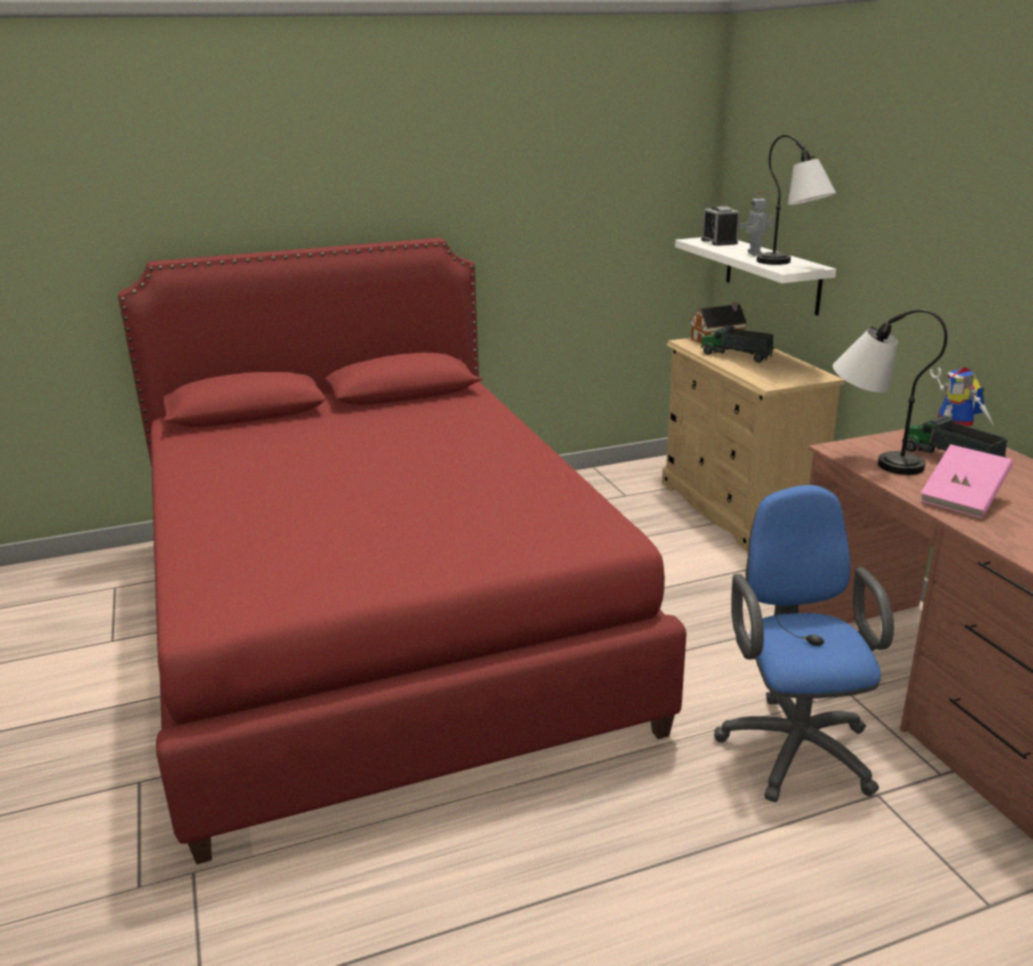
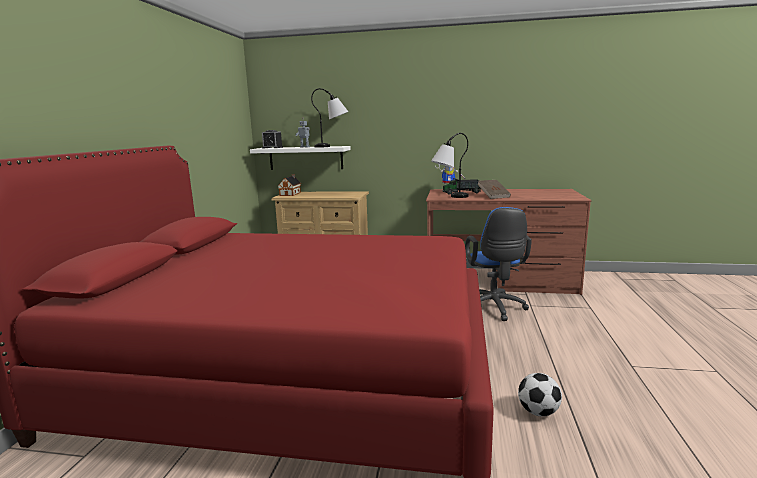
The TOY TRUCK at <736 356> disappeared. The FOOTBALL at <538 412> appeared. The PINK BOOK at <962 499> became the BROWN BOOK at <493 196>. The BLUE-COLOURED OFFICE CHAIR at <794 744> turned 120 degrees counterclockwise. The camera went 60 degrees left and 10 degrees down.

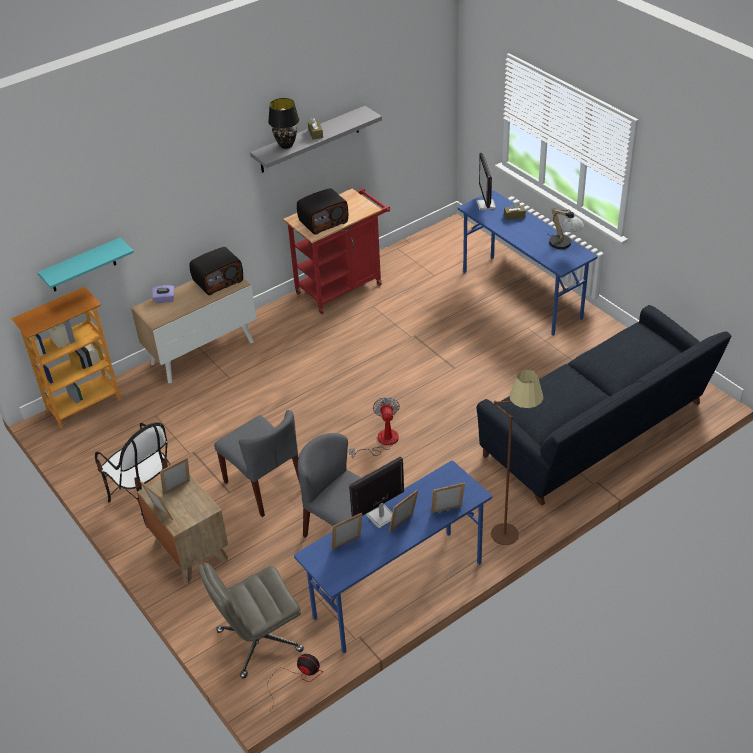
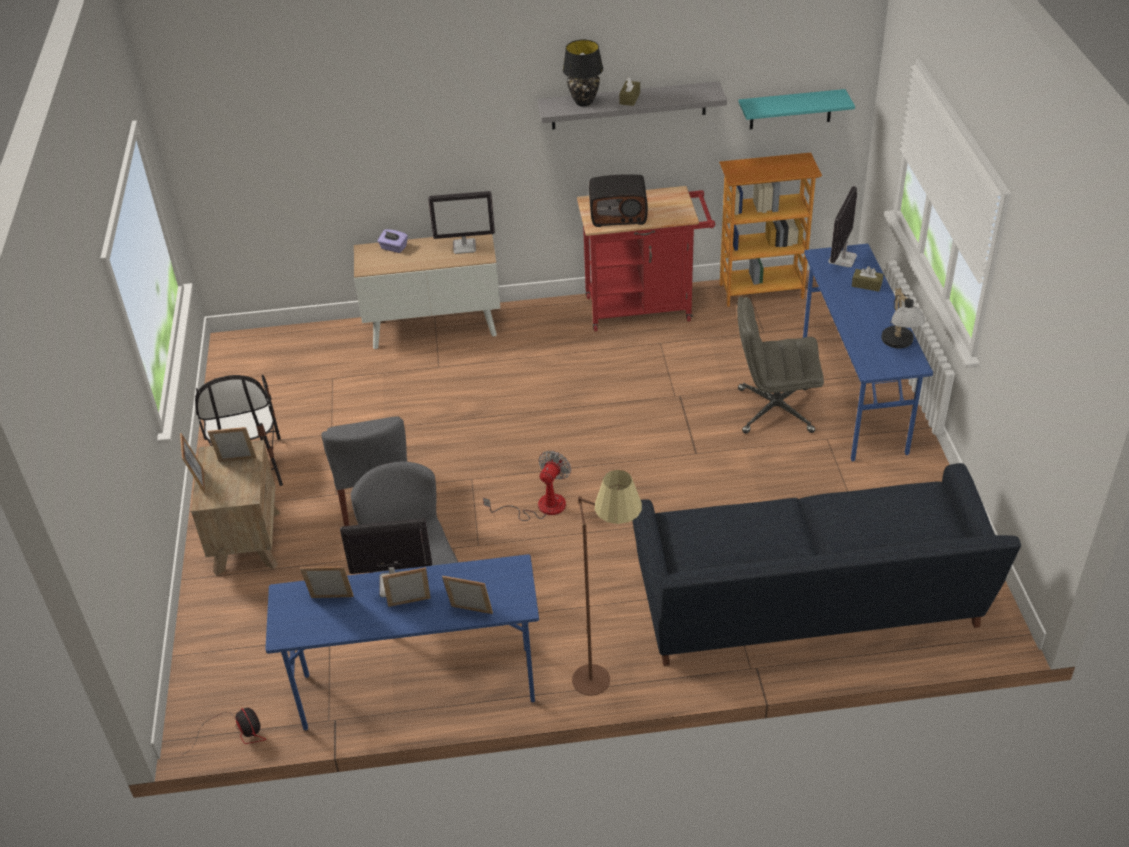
The BOOKCASE moved from <84 405> to <761 290>. The TURQUOISE SHELF moved from <82 266> to <790 109>. The GRAY OFFICE CHAIR moved from <258 641> to <774 410>. The RADIO RECEIVER at <218 281> was replaced by the COMPUTER SCREEN at <465 246>. The camera went 30 degrees right and 0 degrees up.

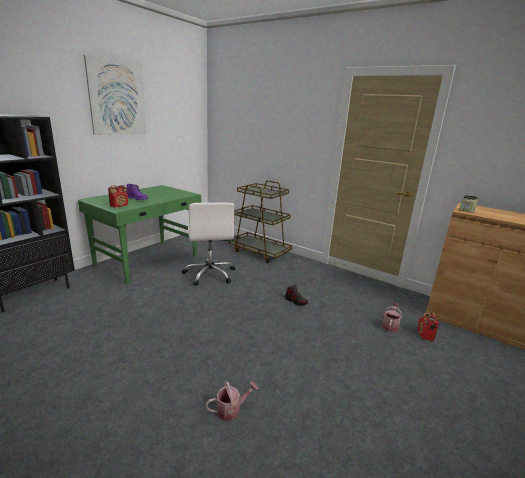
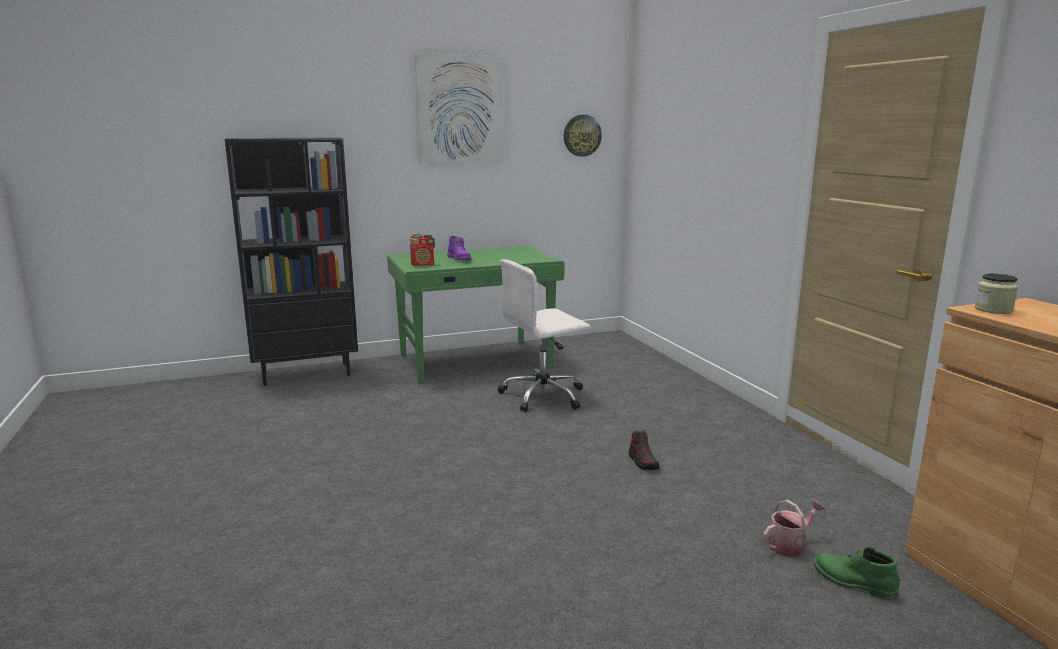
The WATERING CAN at <231 409> disappeared. The BROWN CART at <259 252> disappeared. The HANGING CLOCK at <582 135> appeared. The RADIO RECEIVER at <425 335> was replaced by the GREEN-COLOURED HIGH-TOP BOOT at <853 583>. The WHITE-COLOURED OFFICE CHAIR at <210 274> turned 45 degrees clockwise. The camera went 35 degrees right and 5 degrees down.

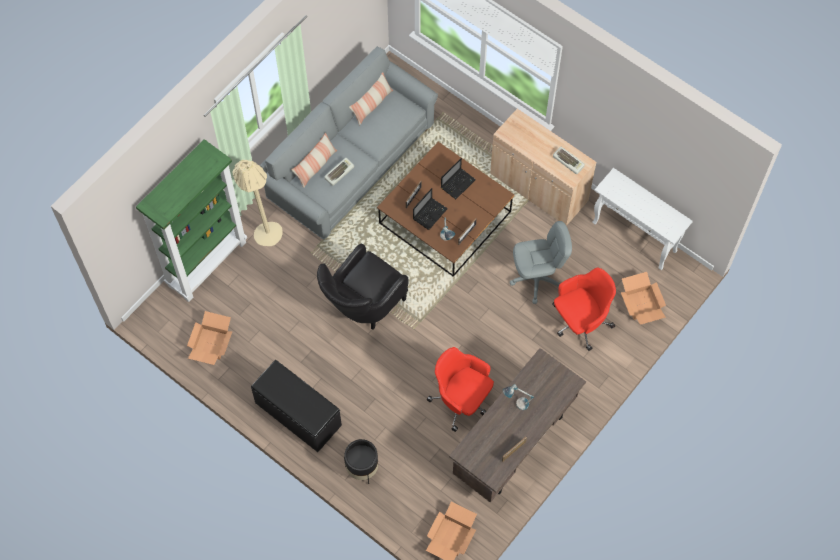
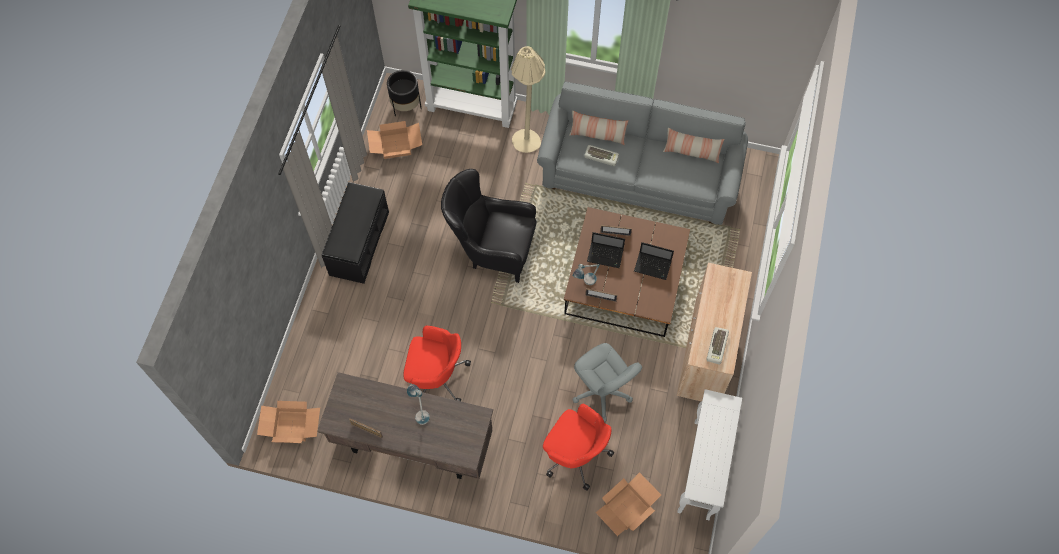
The BLACK PLANTER moved from <362 469> to <406 106>. The RED OFFICE CHAIR at <461 400> turned 90 degrees clockwise. The camera went 65 degrees right and 0 degrees up.

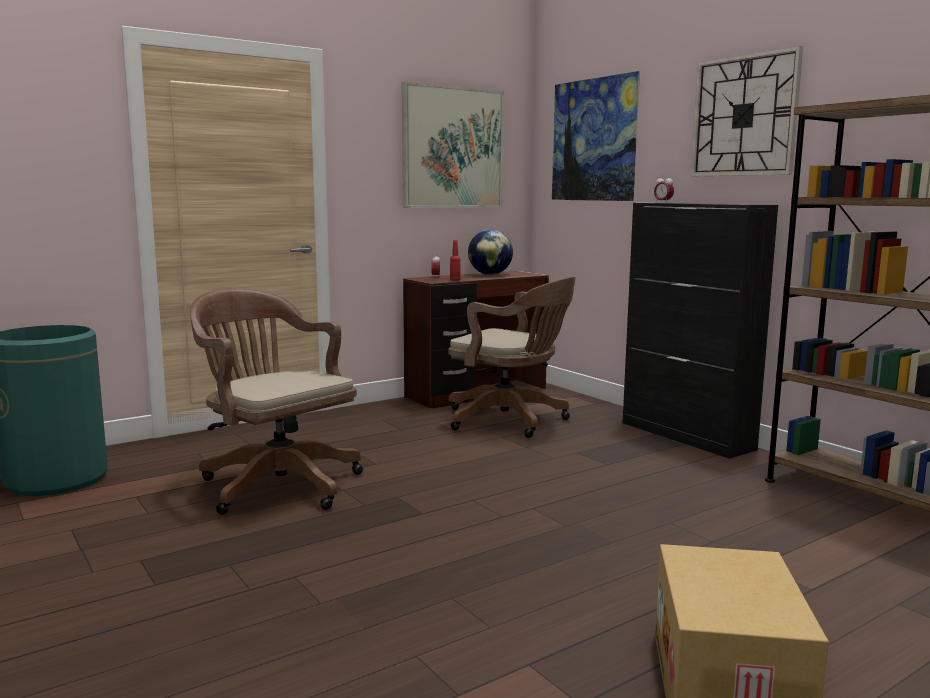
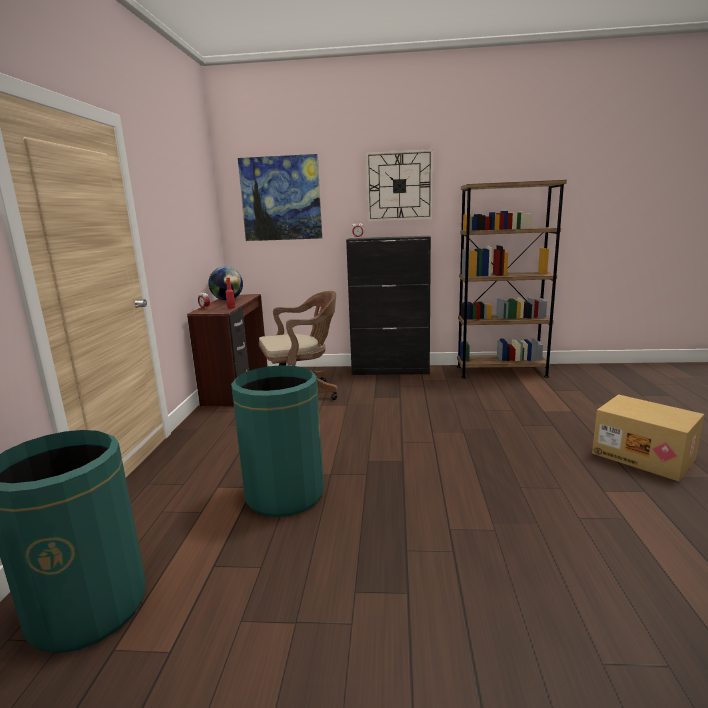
The PICTURE at <453 148> disappeared. The BROWN OFFICE CHAIR at <276 483> was replaced by the GREEN-COLOURED TRASH CAN at <284 494>. The camera went 50 degrees left and 5 degrees up.

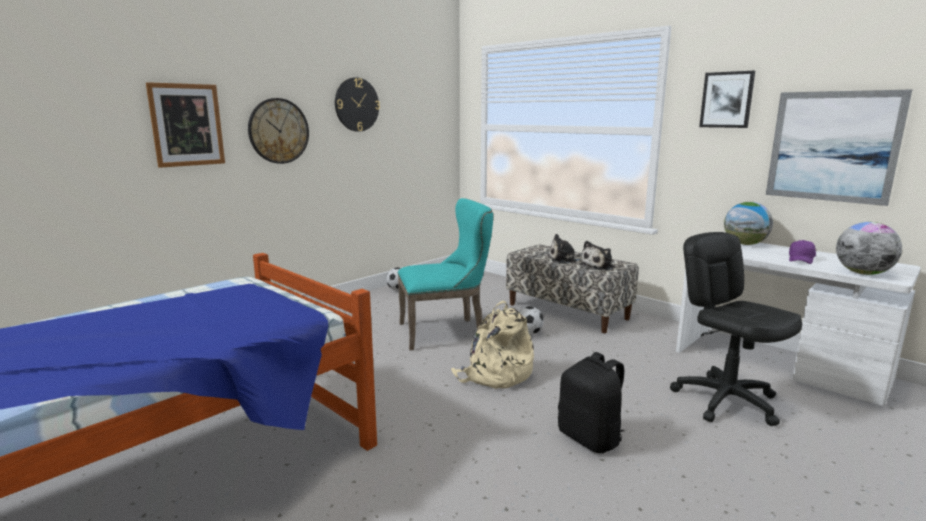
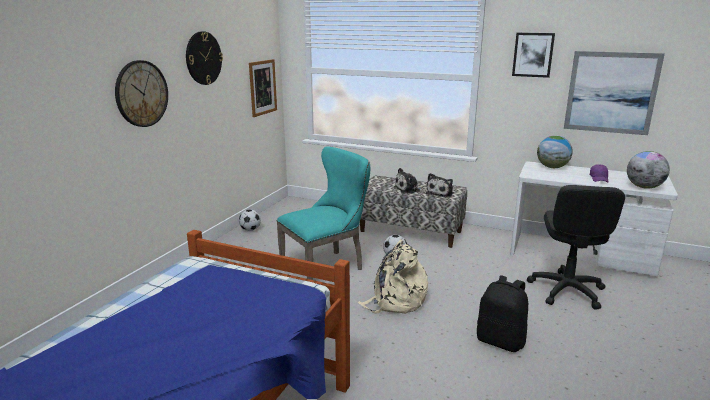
The PICTURE moved from <187 125> to <262 87>. The BLACK OFFICE CHAIR at <726 400> turned 120 degrees counterclockwise. The camera went 20 degrees left and 5 degrees up.

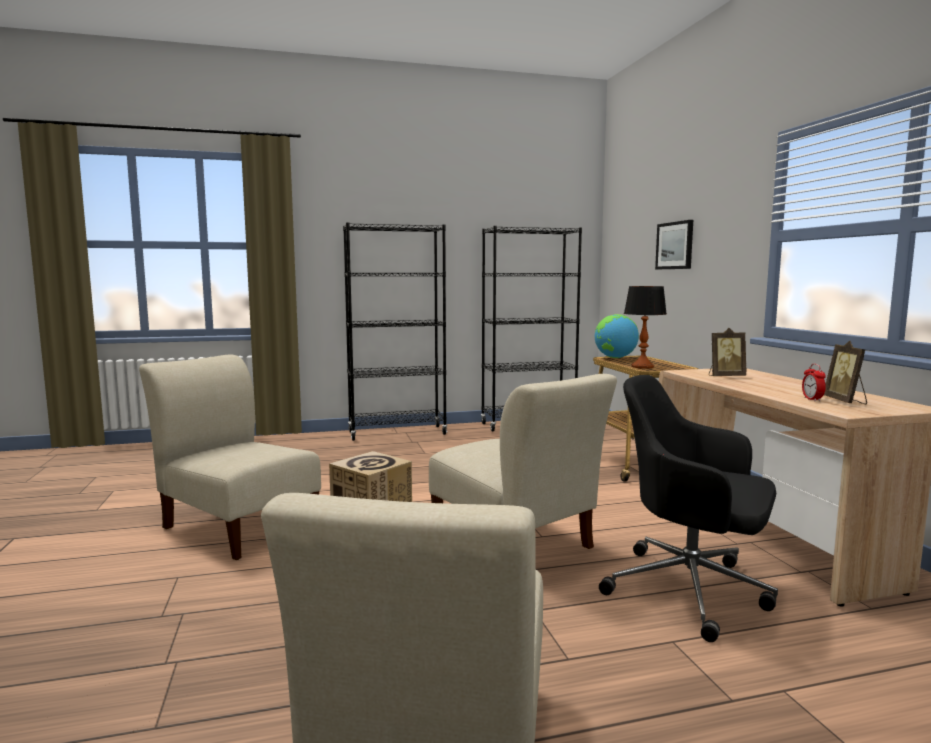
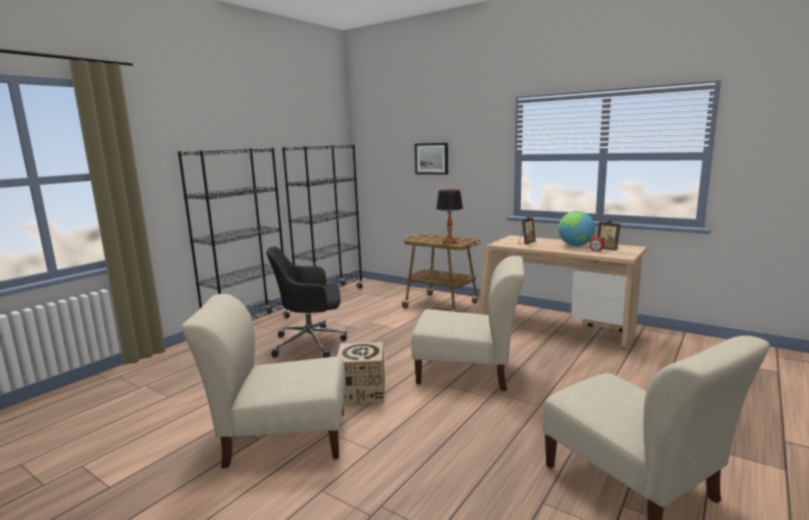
The GLOBE moved from <615 358> to <575 246>. The BLACK OFFICE CHAIR moved from <691 590> to <311 343>. The camera went 40 degrees left and 5 degrees up.

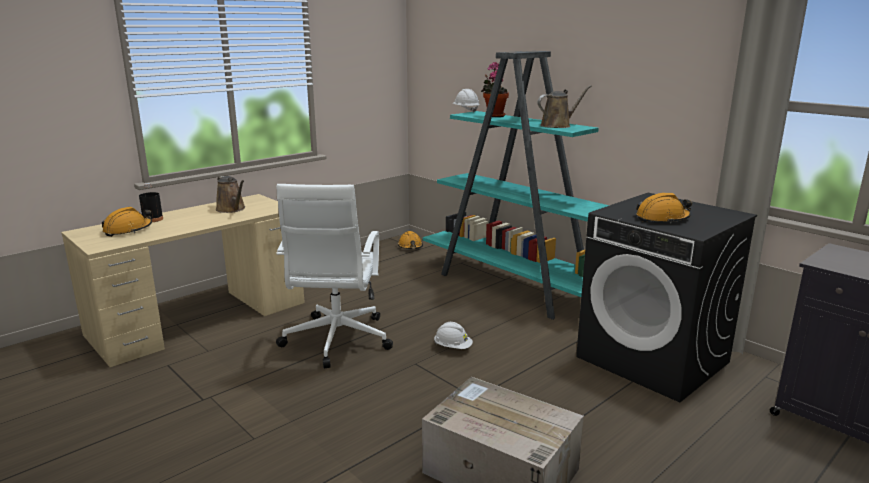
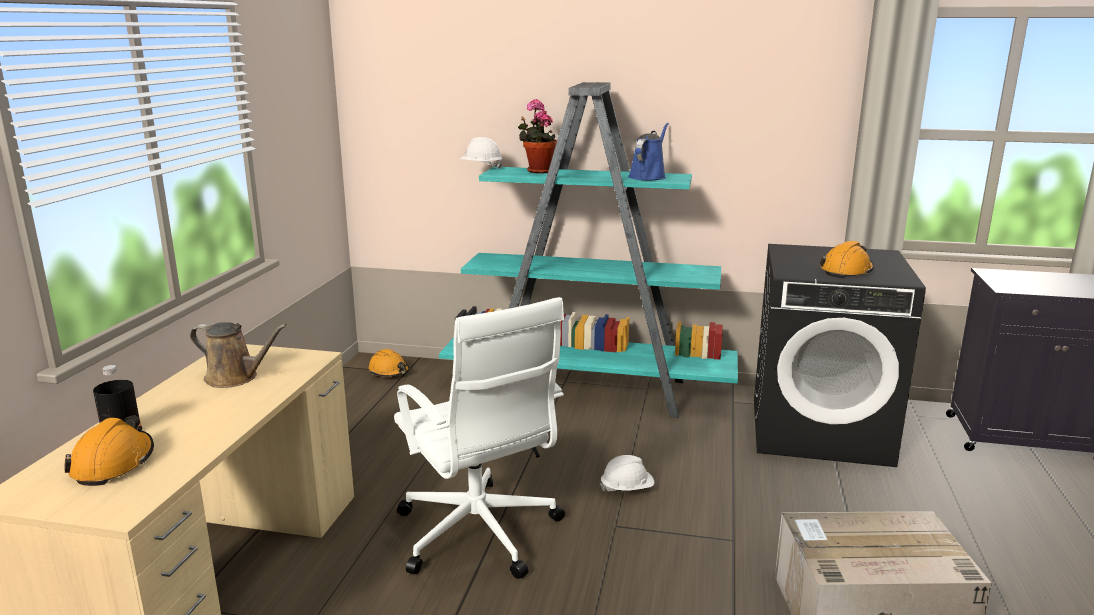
The BROWN WATERING CAN at <558 125> became the BLUE-COLOURED WATERING CAN at <648 176>. The camera went 35 degrees left and 0 degrees up.

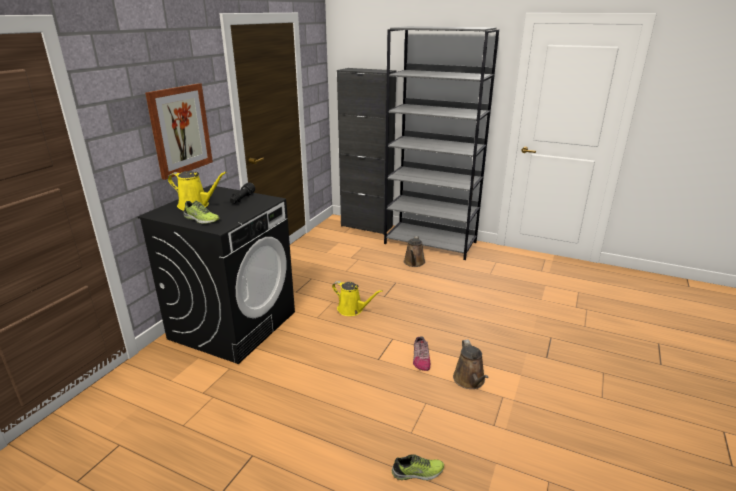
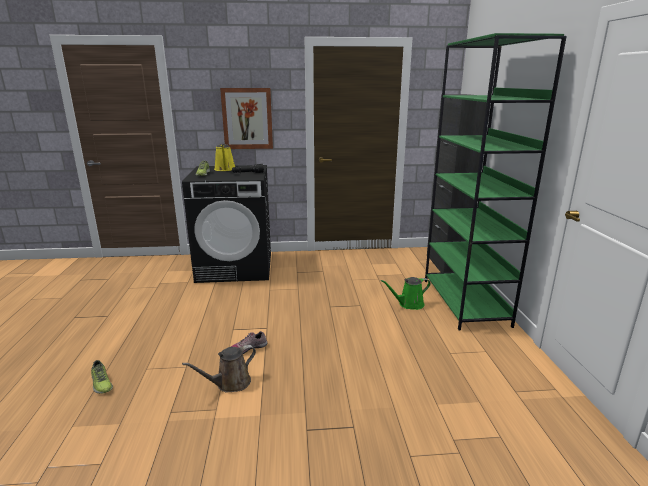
The YELLOW WATERING CAN at <352 309> disappeared. The GRAY BOOKCASE at <431 243> became the GREEN-COLOURED BOOKCASE at <465 302>. The BROWN WATERING CAN at <414 263> became the GREEN-COLOURED WATERING CAN at <409 304>. The camera went 60 degrees right and 5 degrees down.

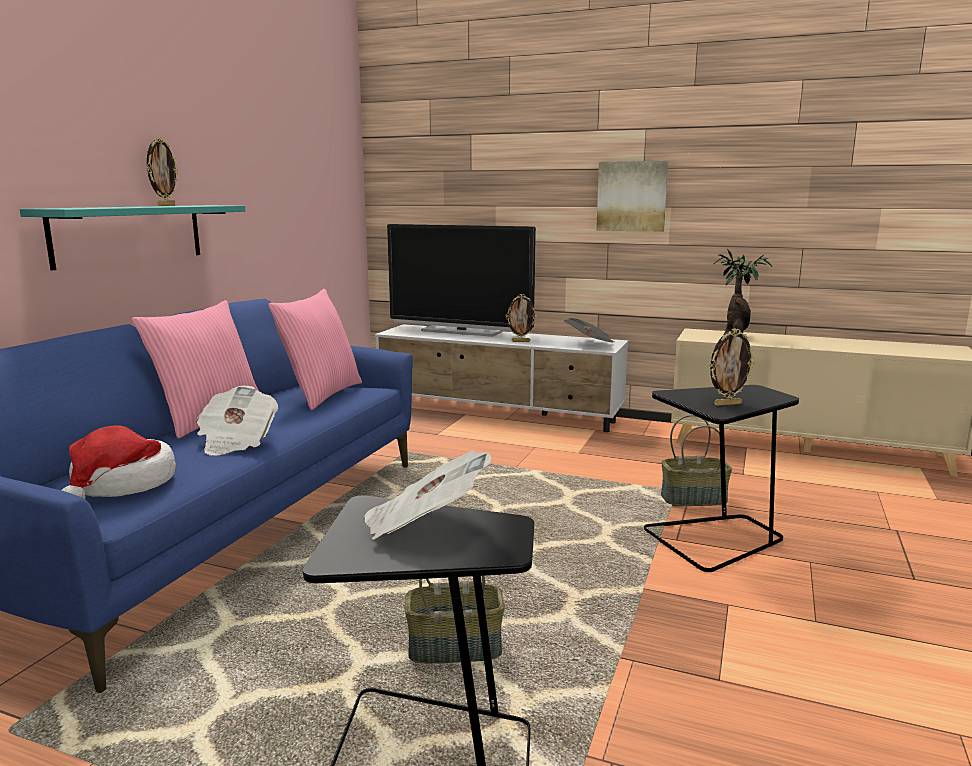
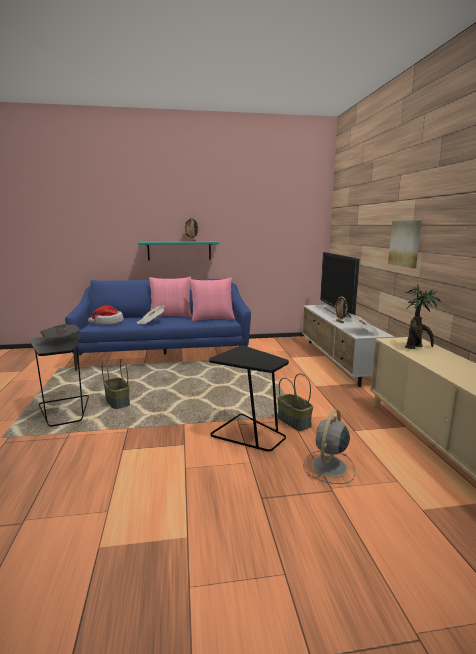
The PICTURE FRAME at <727 404> disappeared. The GRAY COOLING FAN at <328 467> appeared. The camera went 60 degrees right and 0 degrees up.

